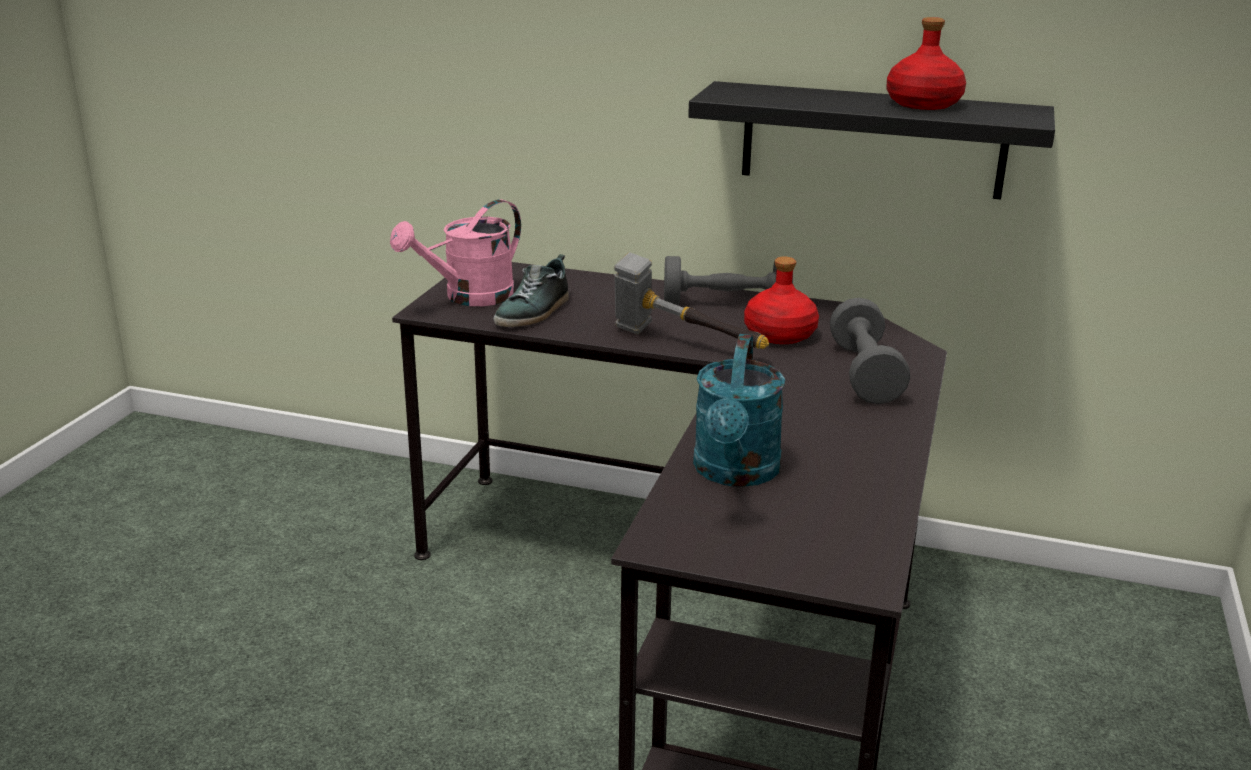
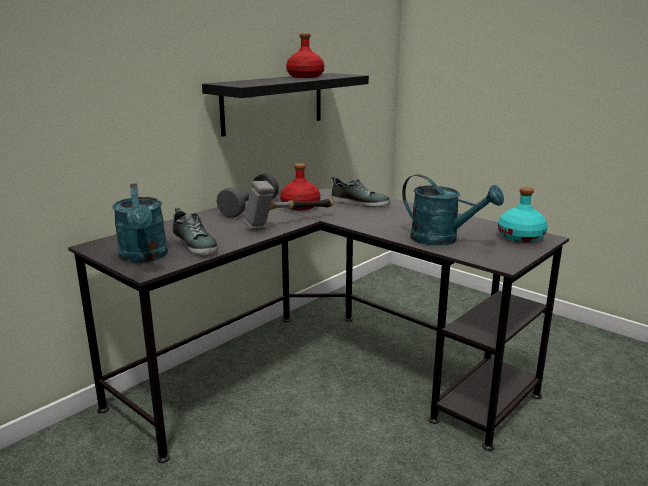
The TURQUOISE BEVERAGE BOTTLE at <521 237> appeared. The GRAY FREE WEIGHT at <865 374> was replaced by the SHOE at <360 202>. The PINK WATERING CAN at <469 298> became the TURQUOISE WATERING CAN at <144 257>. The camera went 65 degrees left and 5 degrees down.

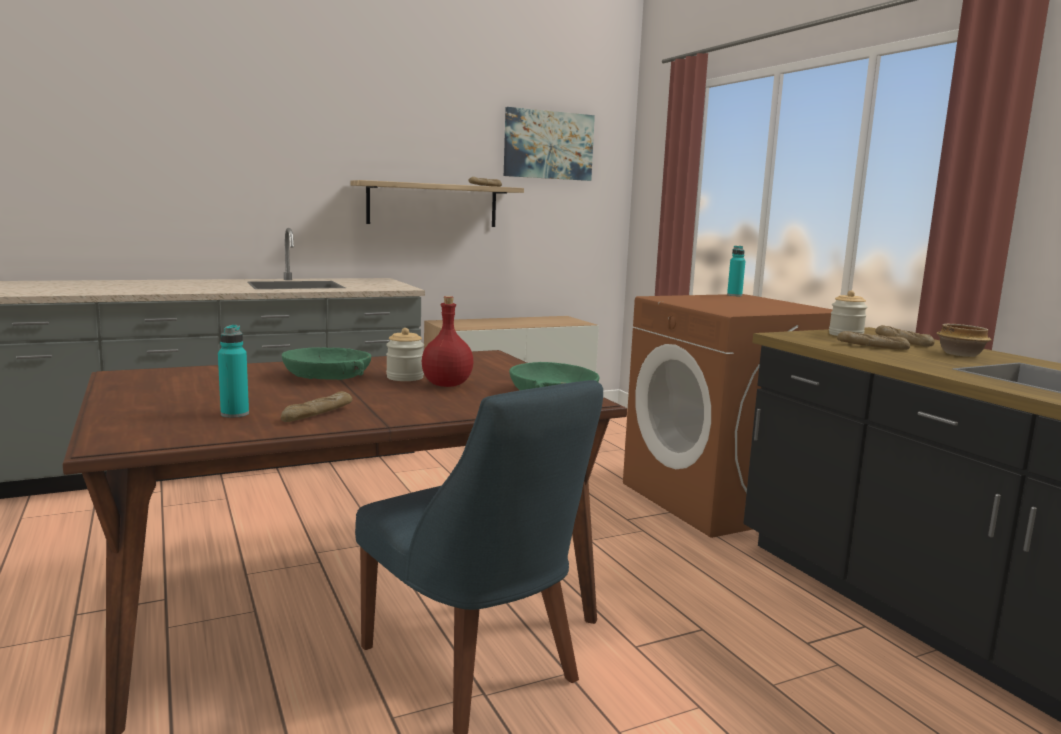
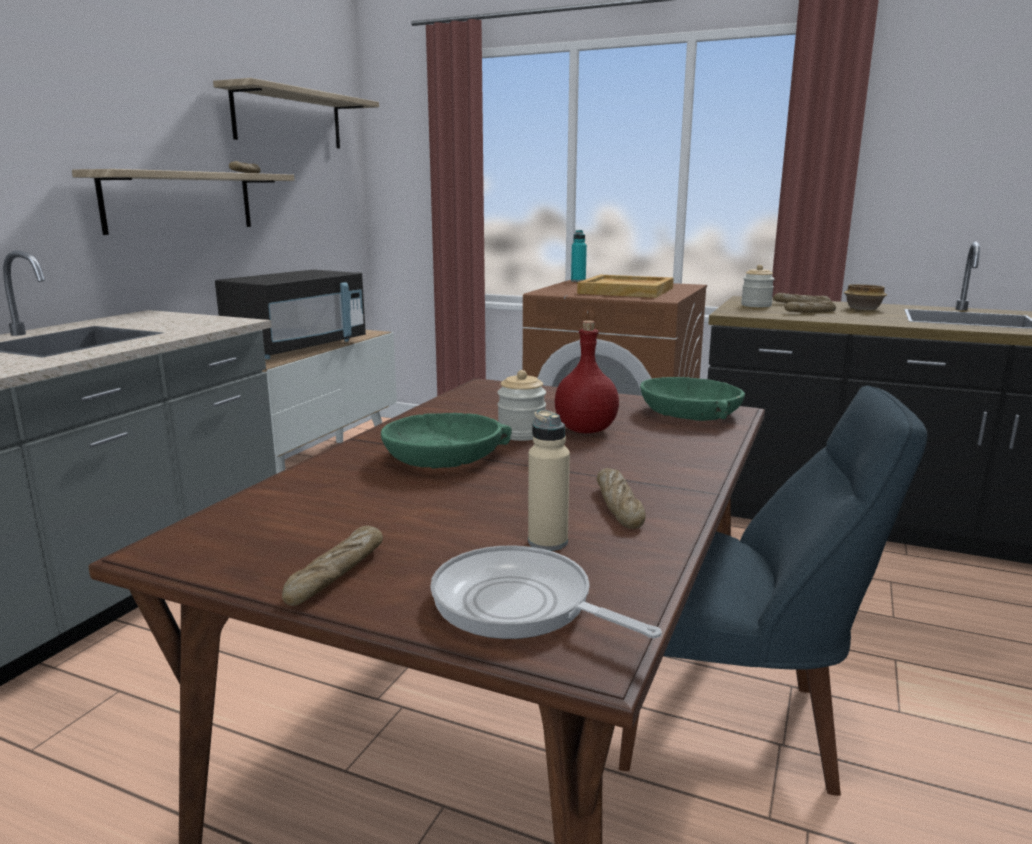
The BLACK KITCHEN MICROWAVE at <298 348> appeared. The BAKERY BREAD at <336 575> appeared. The FRYING PAN at <519 605> appeared. The SAND-COLOURED CARRYING TRAY at <627 290> appeared. The PICTURE at <548 145> was replaced by the SHELF at <288 119>. The TURQUOISE BEVERAGE BOTTLE at <235 414> became the SAND-COLOURED BEVERAGE BOTTLE at <547 542>. The camera went 40 degrees left and 5 degrees up.

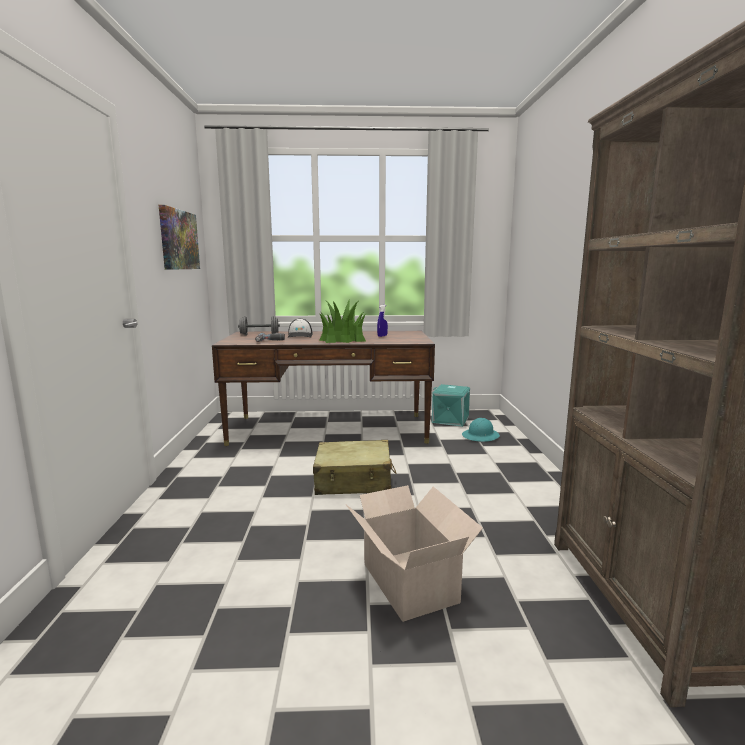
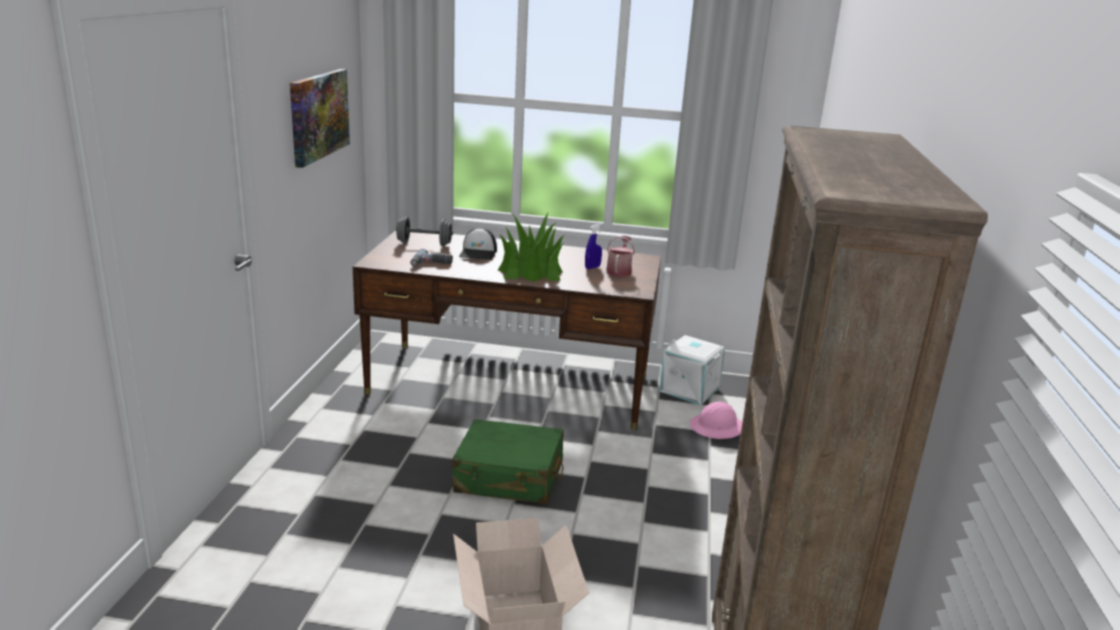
The WATERING CAN at <619 271> appeared. The SAND-COLOURED PIECE OF LUGGAGE at <354 480> became the GREEN-COLOURED PIECE OF LUGGAGE at <509 477>. The TURQUOISE STORAGE CONTAINER at <450 419> became the WHITE-COLOURED STORAGE CONTAINER at <690 389>. The TURQUOISE WORK HELMET at <480 436> became the PINK WORK HELMET at <717 427>. The camera went 10 degrees right and 10 degrees up.

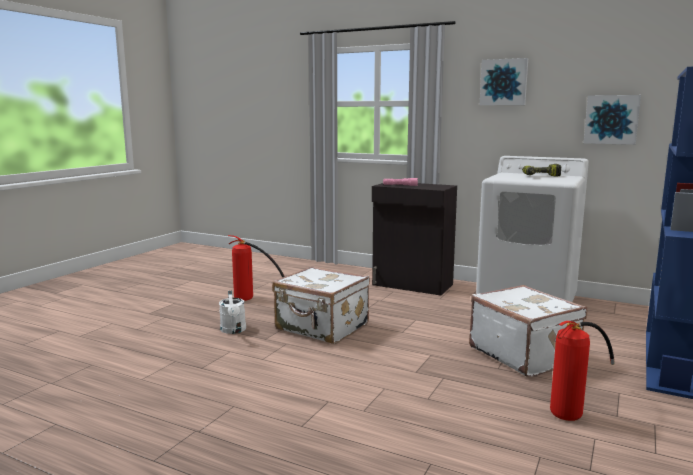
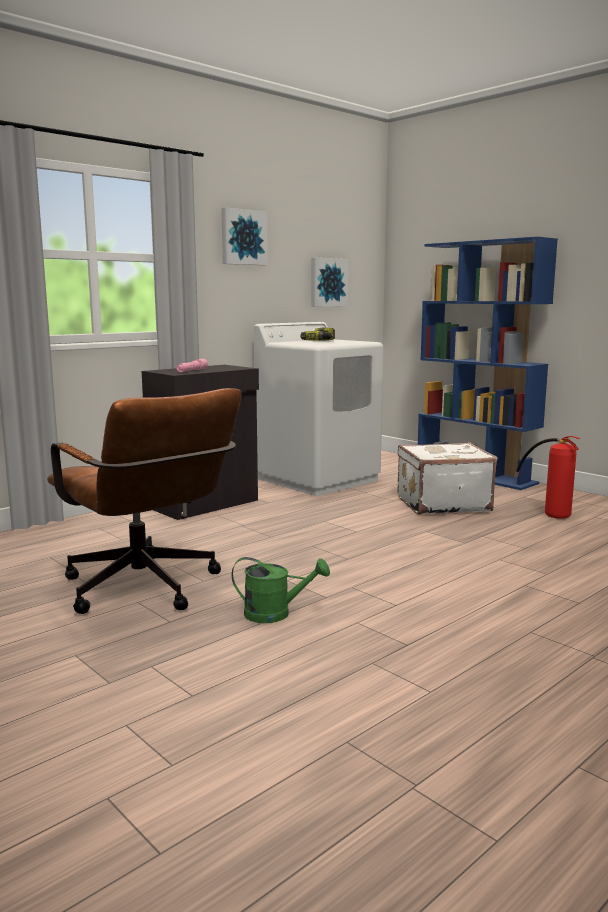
The WHITE-COLOURED PIECE OF LUGGAGE at <322 328> disappeared. The FIRE-FIGHTING CYLINDER at <252 300> was replaced by the BROWN OFFICE CHAIR at <147 591>. The WHITE-COLOURED WATERING CAN at <233 330> became the GREEN-COLOURED WATERING CAN at <275 614>. The camera went 70 degrees left and 0 degrees up.

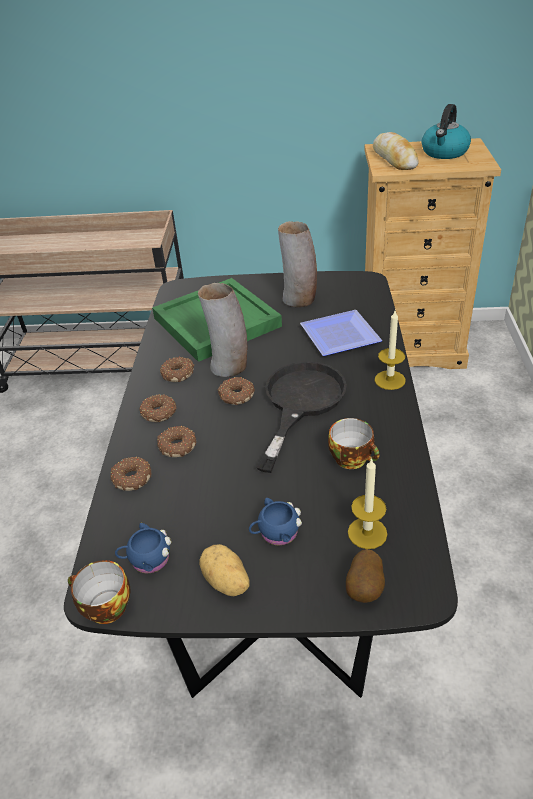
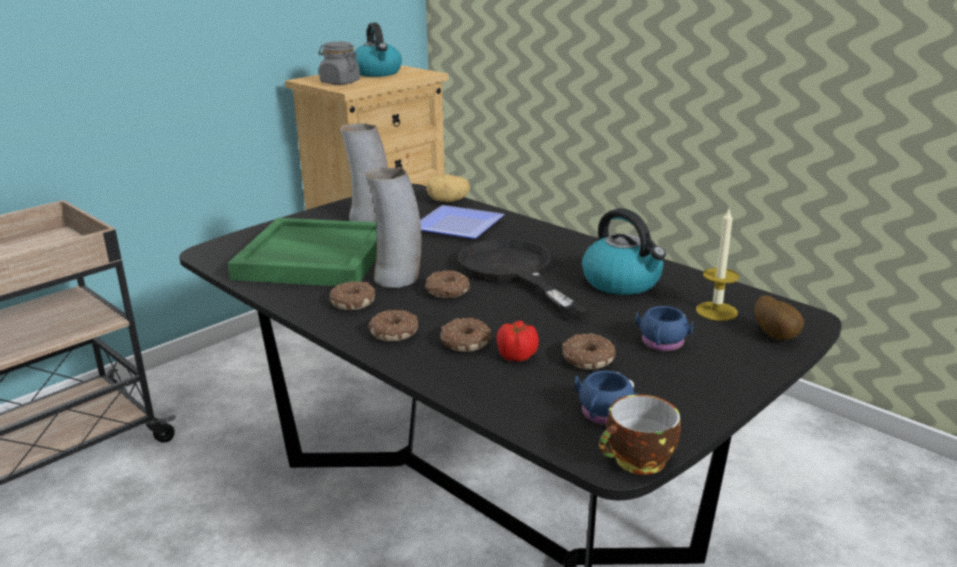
The WAX LIGHT at <390 380> disappeared. The FRESH TOMATO at <516 355> appeared. The RING DOUGHNUT moved from <131 478> to <586 359>. The POTATO moved from <226 582> to <448 201>. The CUP at <353 458> was replaced by the WATER KETTLE at <622 282>. The BAKERY BREAD at <394 159> was replaced by the GRAY STORAGE JAR at <340 82>. The camera went 50 degrees left and 15 degrees down.

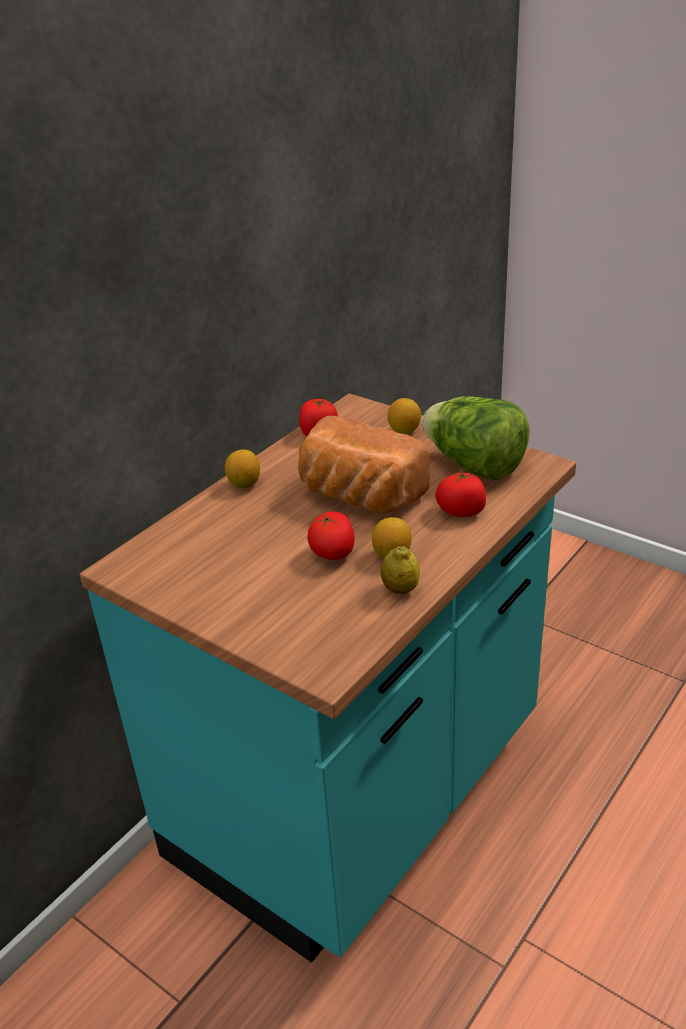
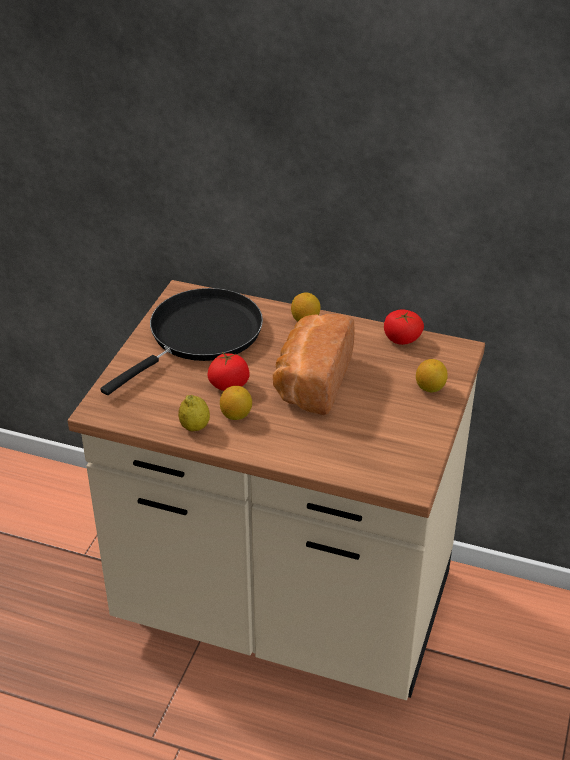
The LETTUCE HEAD at <474 466> disappeared. The FRESH TOMATO at <461 511> disappeared. The BLACK FRYING PAN at <200 336> appeared. The TURQUOISE COUNTER at <360 795> became the SAND-COLOURED COUNTER at <285 608>. The camera went 70 degrees right and 5 degrees up.

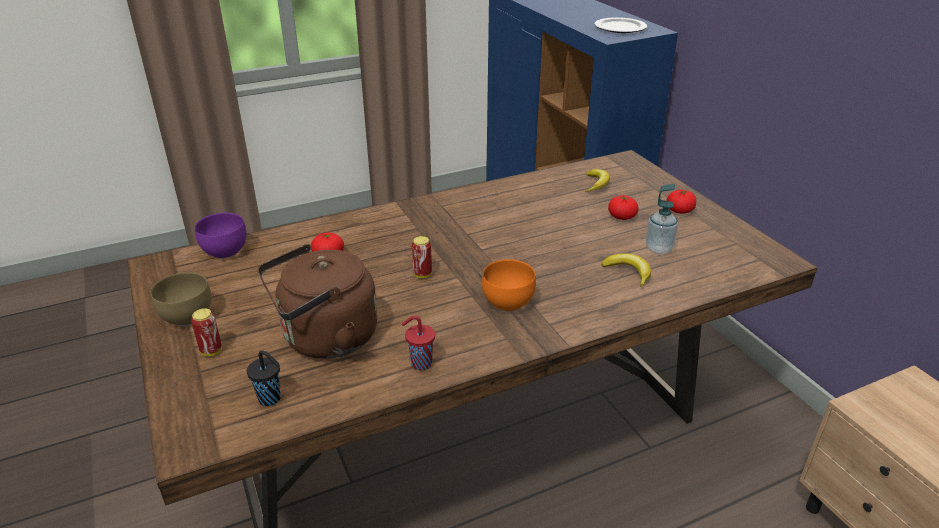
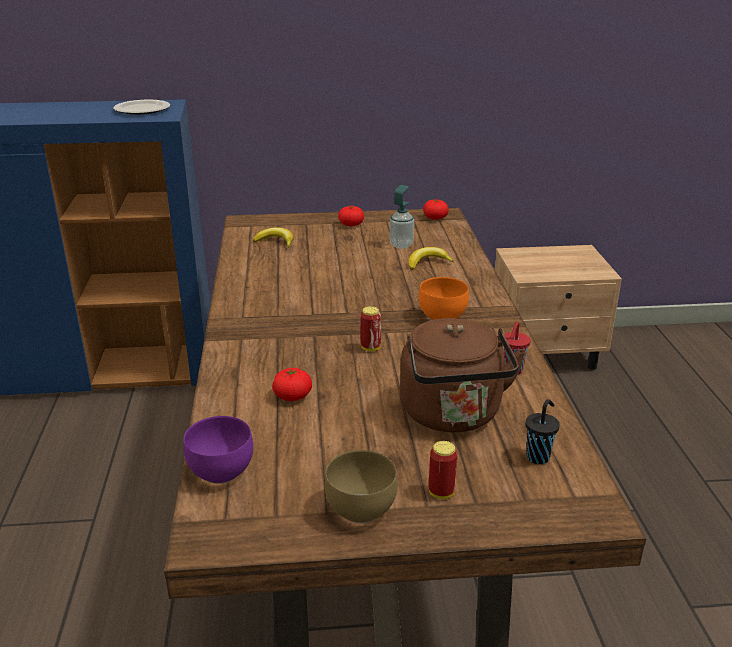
The FRESH TOMATO moved from <622 217> to <435 218>. The camera went 70 degrees left and 5 degrees down.

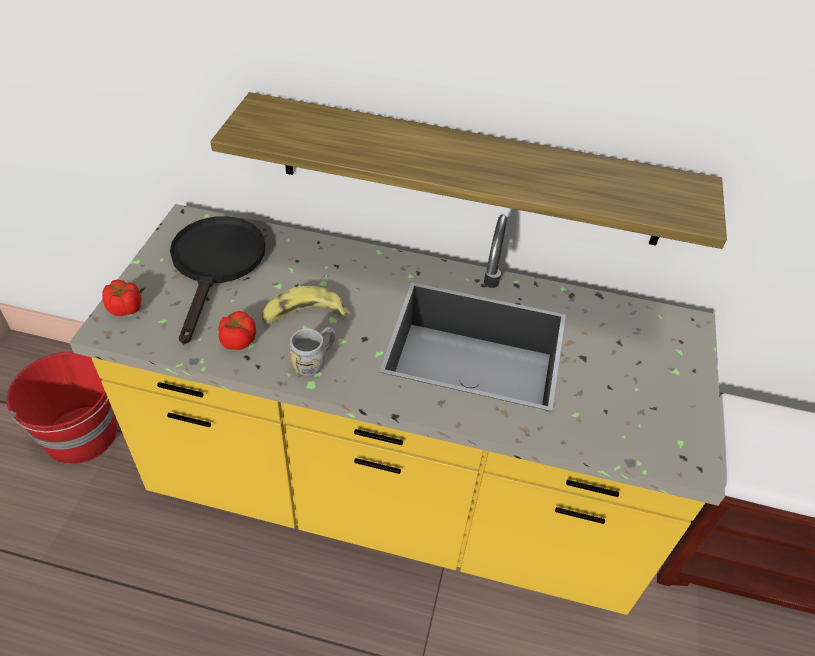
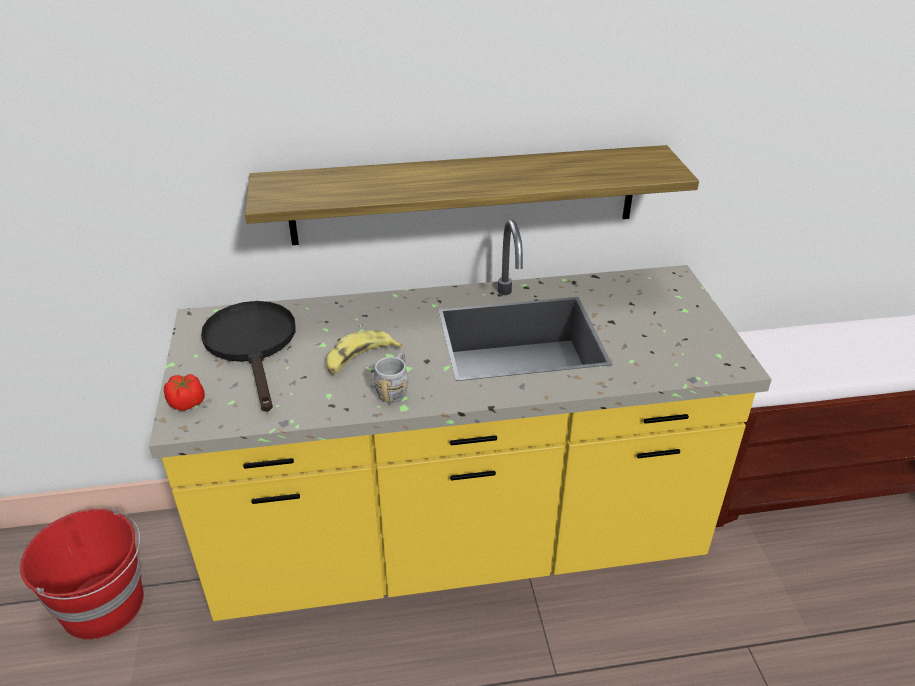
The FRESH TOMATO at <238 341> disappeared. The camera went 20 degrees left and 10 degrees down.

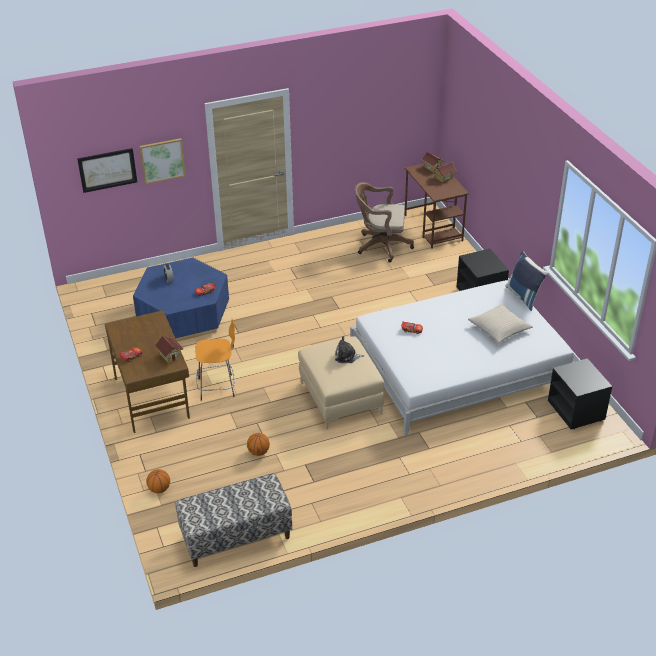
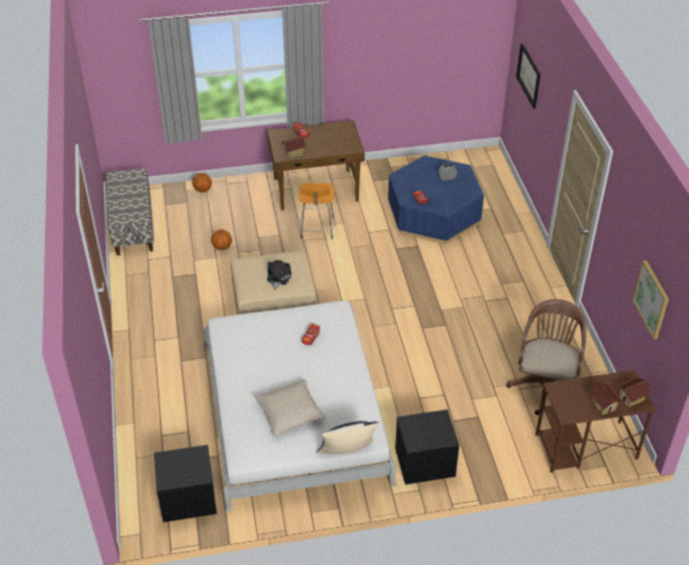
The PICTURE moved from <162 160> to <652 299>. The camera went 100 degrees right and 5 degrees up.

